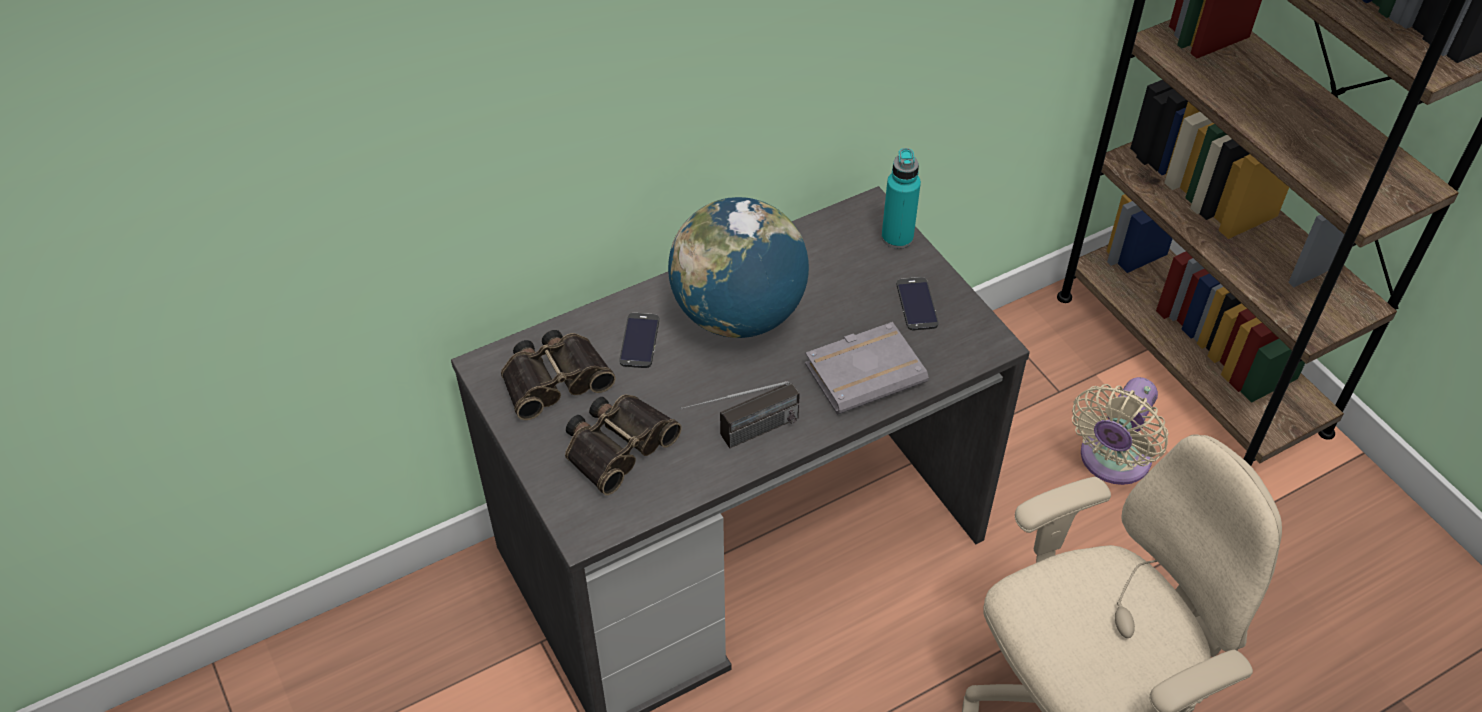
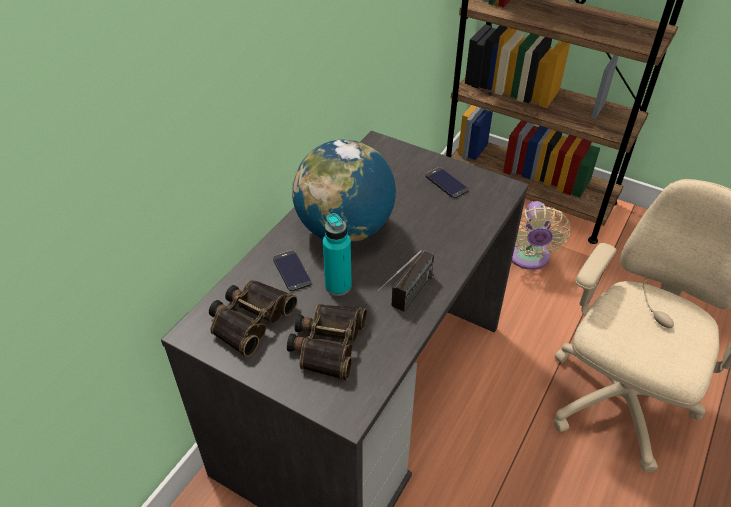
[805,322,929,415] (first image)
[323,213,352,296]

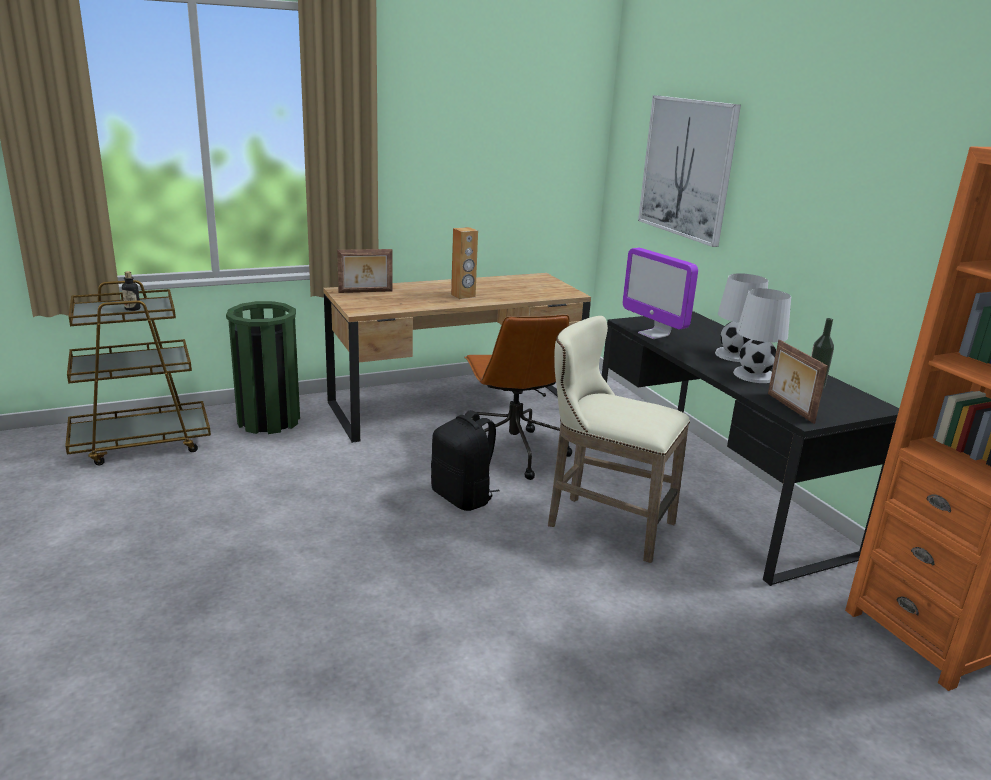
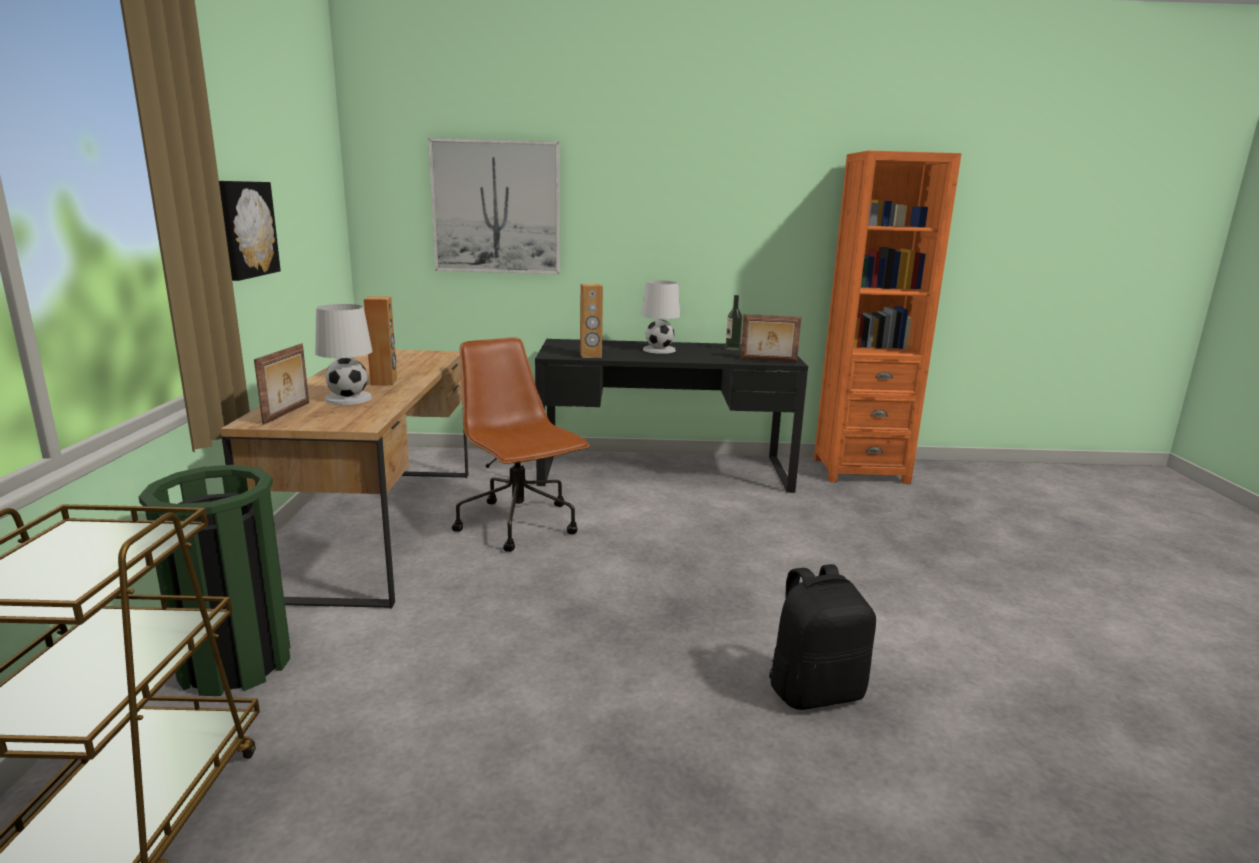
[122,271,140,311] (first image)
[548,316,690,563] (first image)
[219,181,281,281]
[769,564,876,710]
[315,304,373,405]
[580,284,603,358]
[452,337,590,552]

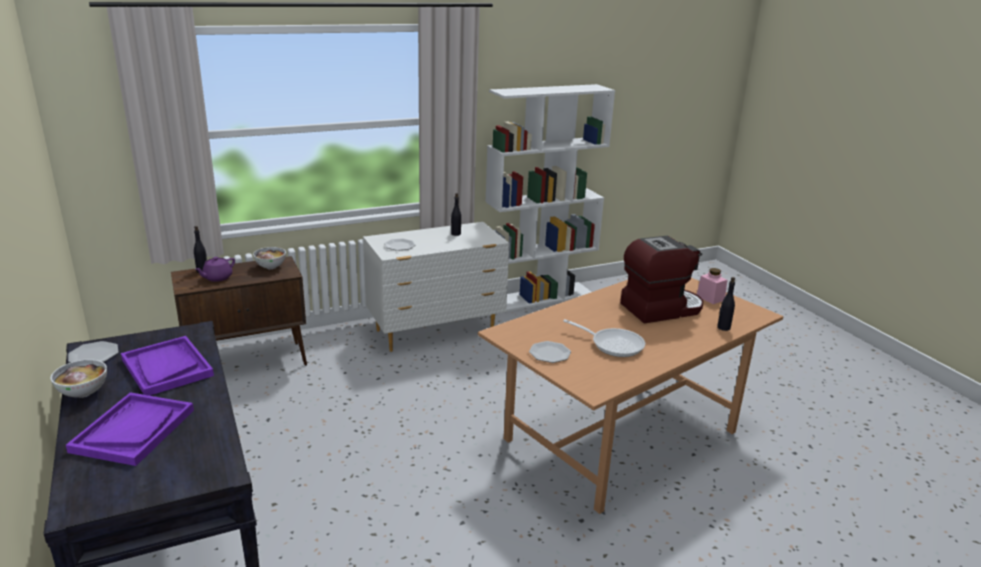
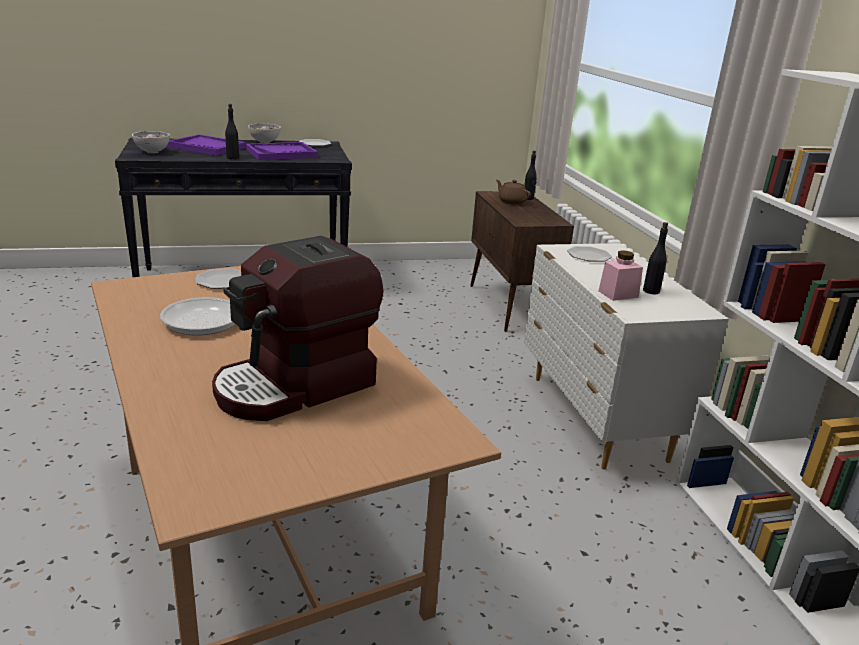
[132,131,170,154]
[598,250,643,301]
[225,104,239,159]
[496,180,531,204]
[212,236,383,421]

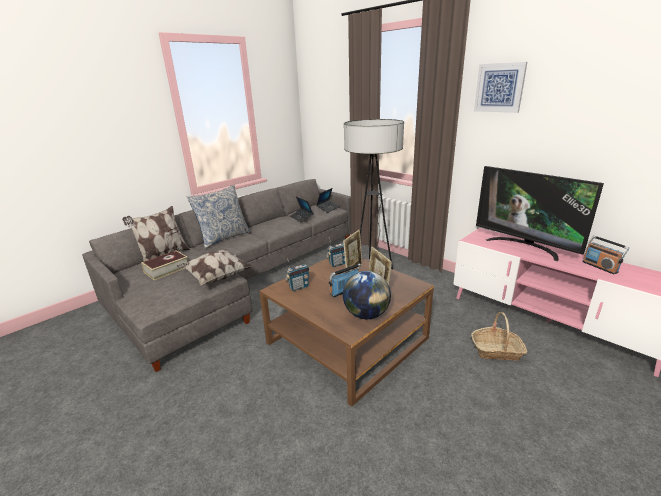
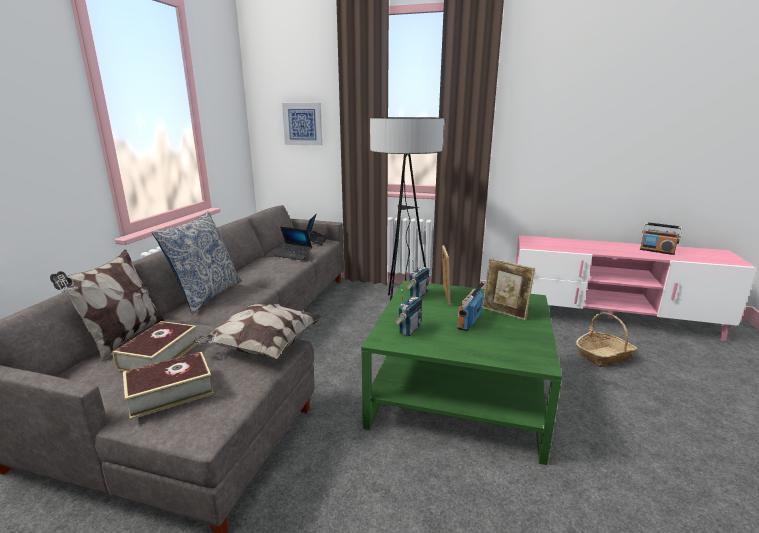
[343,271,391,319] (first image)
[476,166,604,261] (first image)
[123,351,214,420]
[282,103,322,146]
[361,281,562,465]

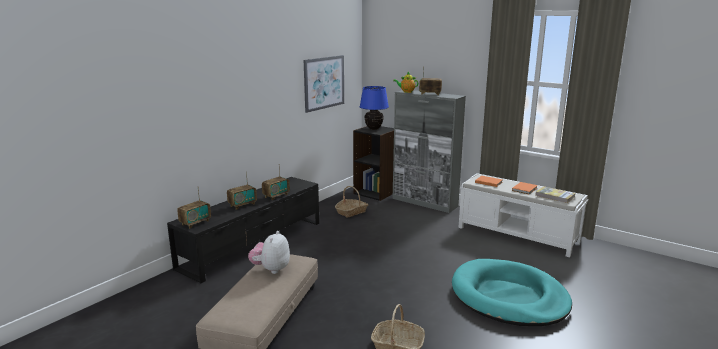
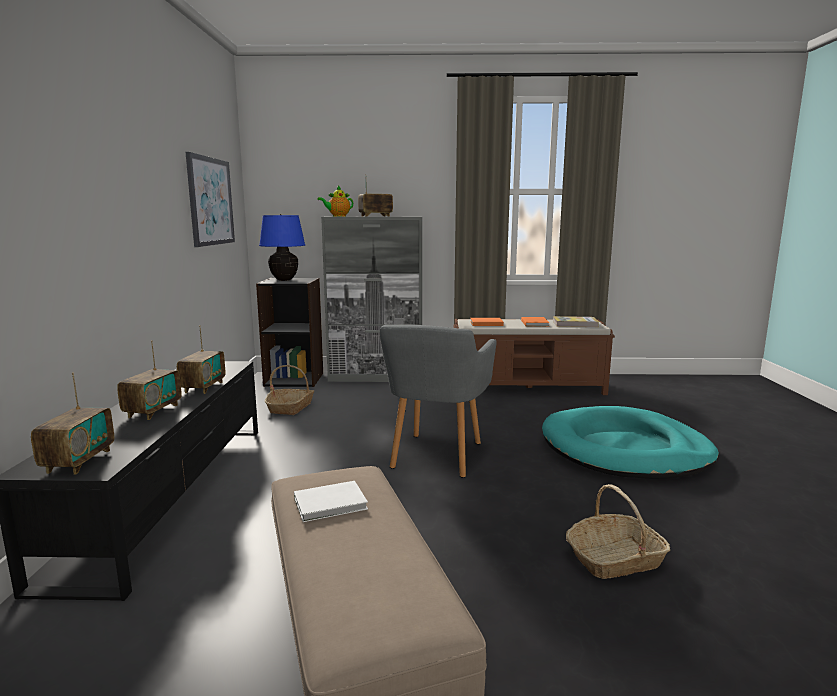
[380,325,497,478]
[294,481,368,522]
[453,319,615,395]

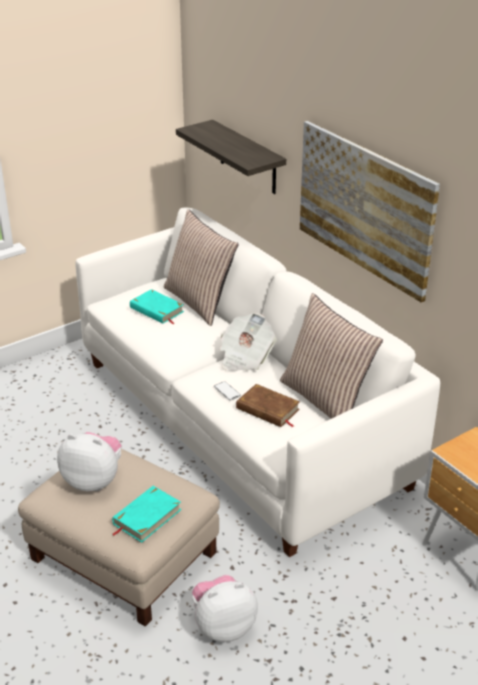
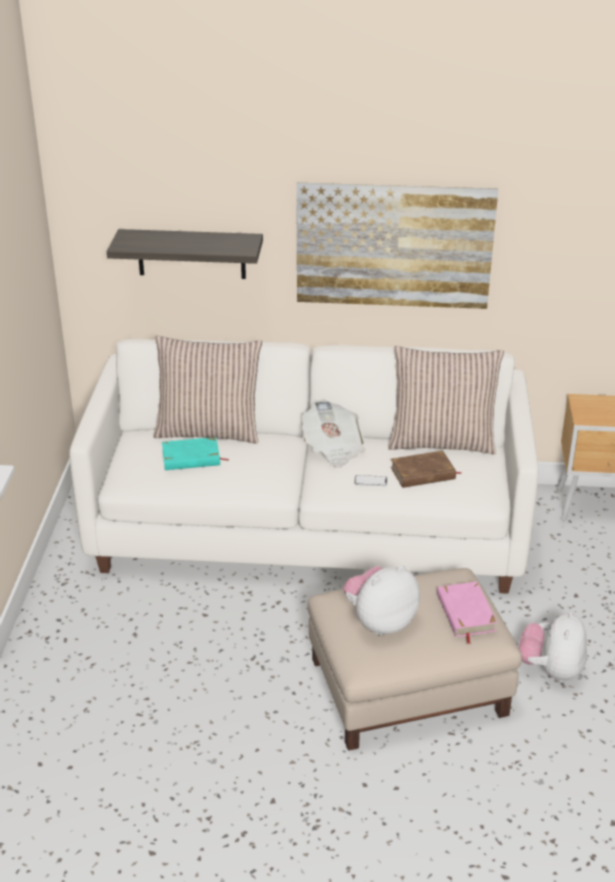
[437,582,497,644]

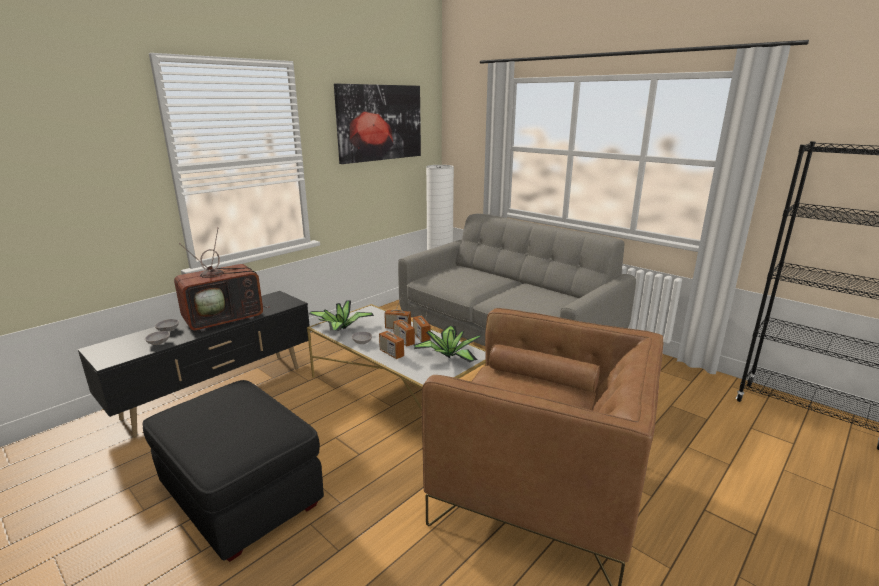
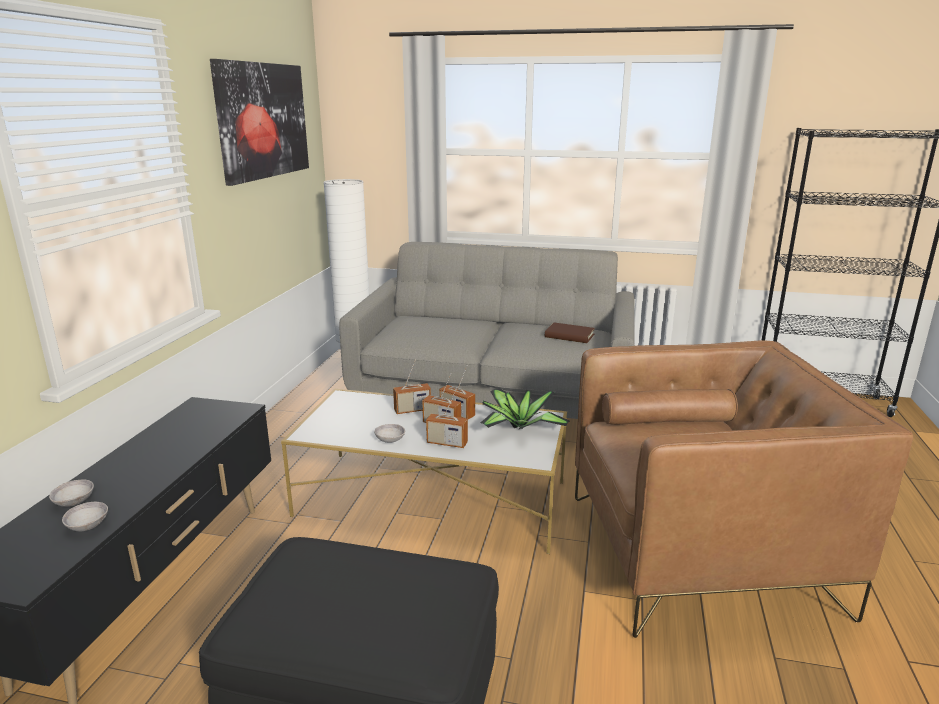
[174,227,269,332] (first image)
[309,300,374,331] (first image)
[545,322,595,343]

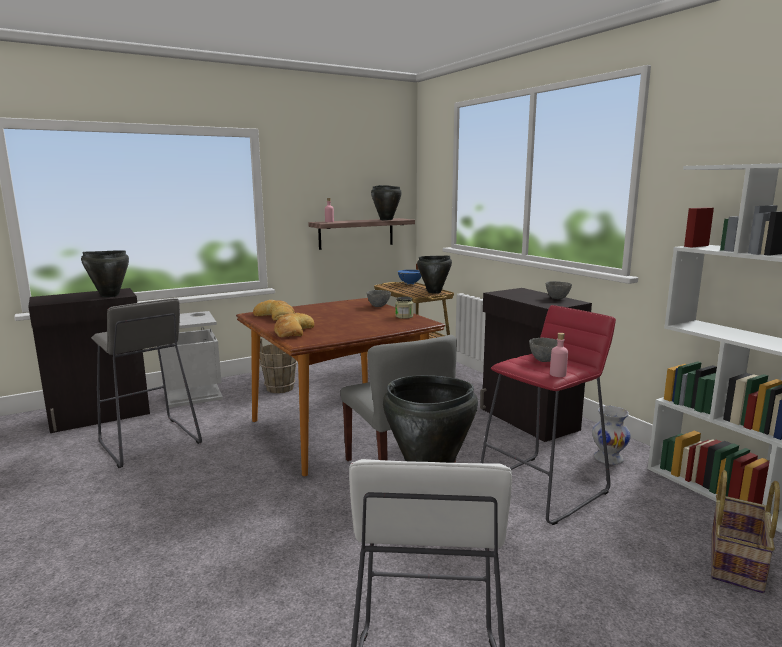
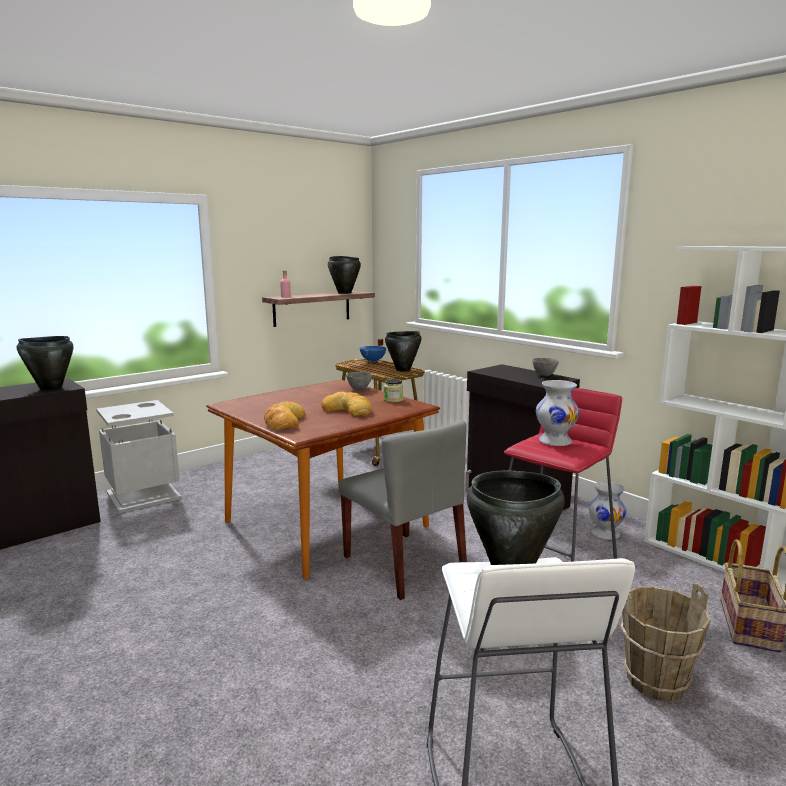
[91,298,202,468] (first image)
[550,333,568,377] (first image)
[321,392,372,416]
[620,584,711,701]
[536,380,579,446]

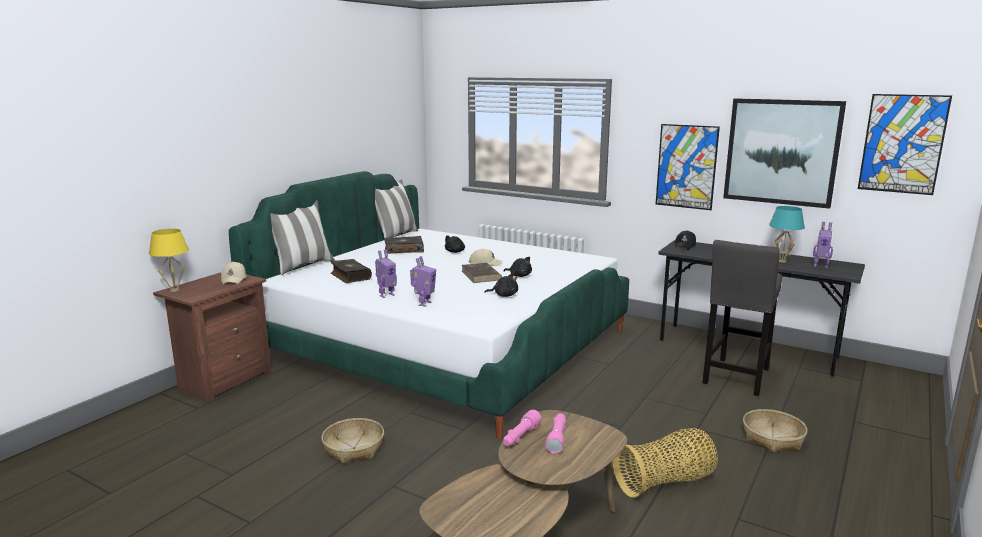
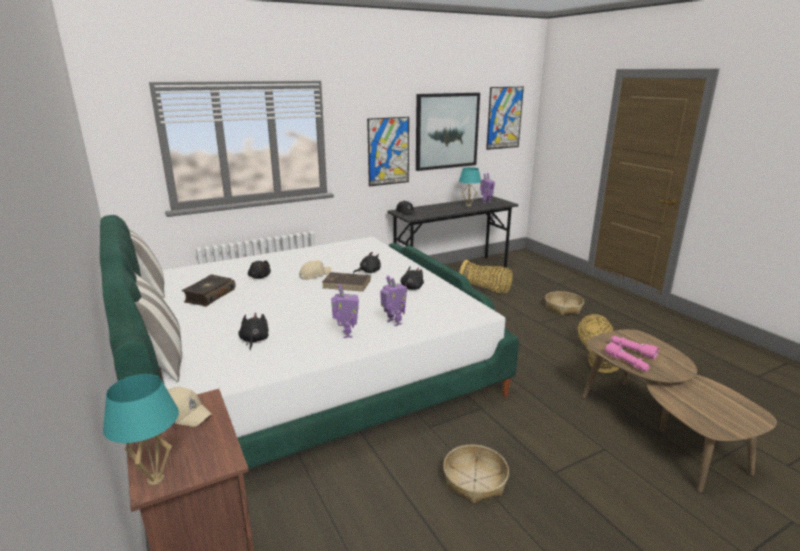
[238,313,269,350]
[459,260,513,293]
[103,374,179,485]

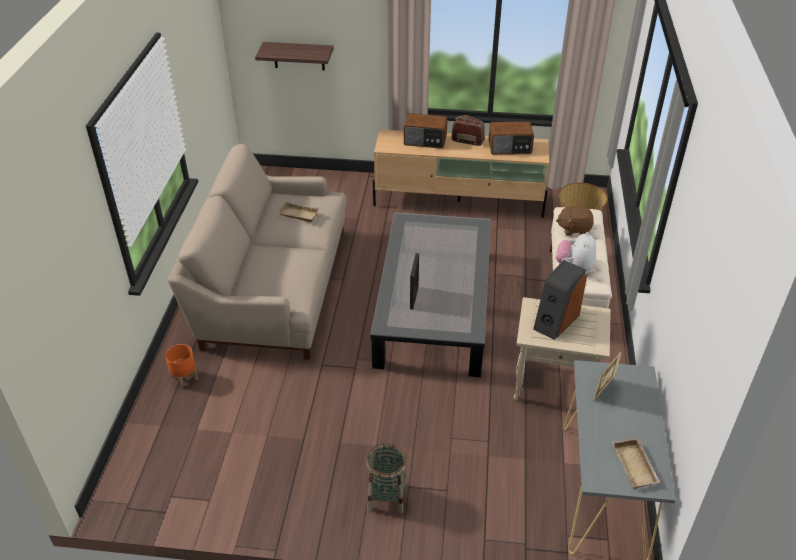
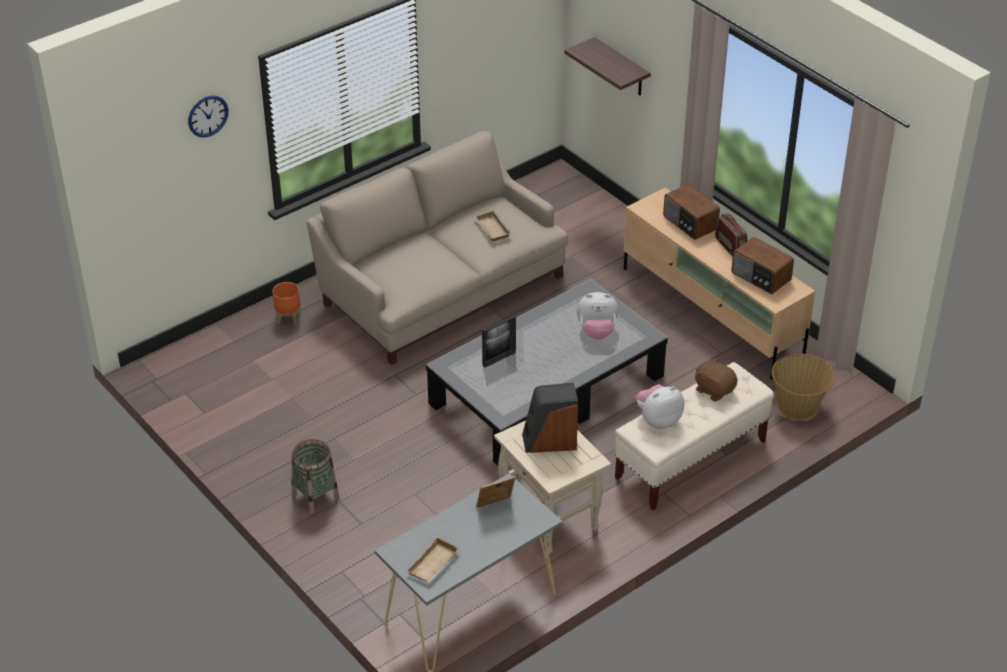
[188,96,228,137]
[577,292,618,340]

